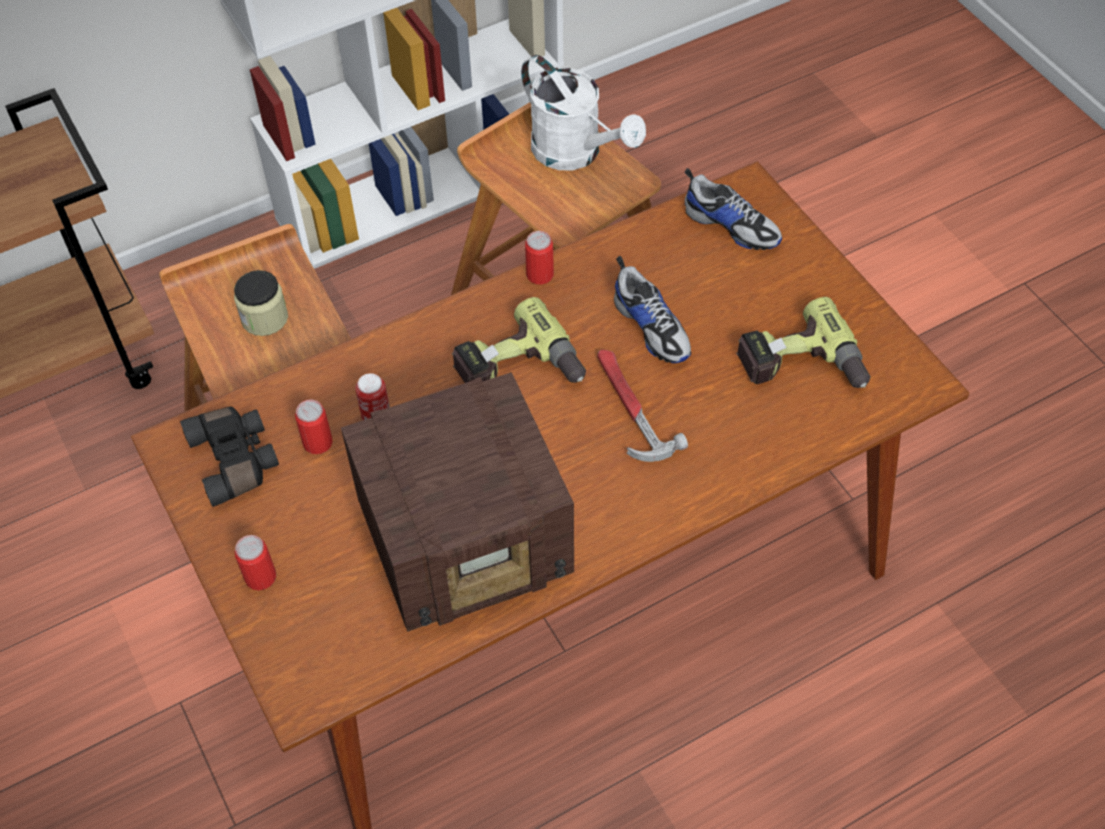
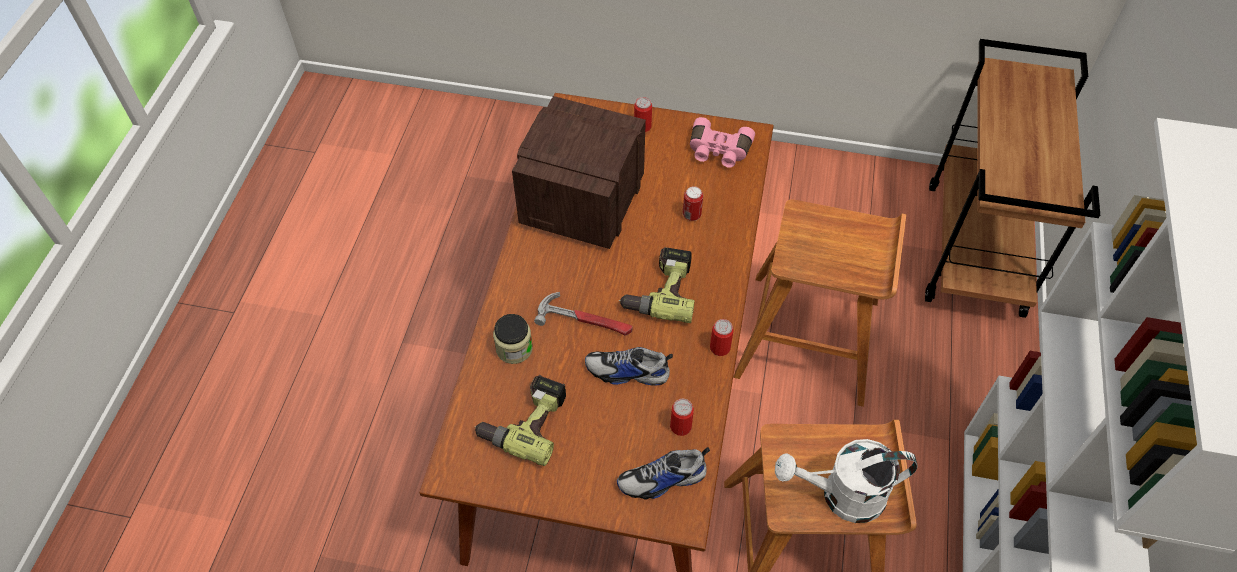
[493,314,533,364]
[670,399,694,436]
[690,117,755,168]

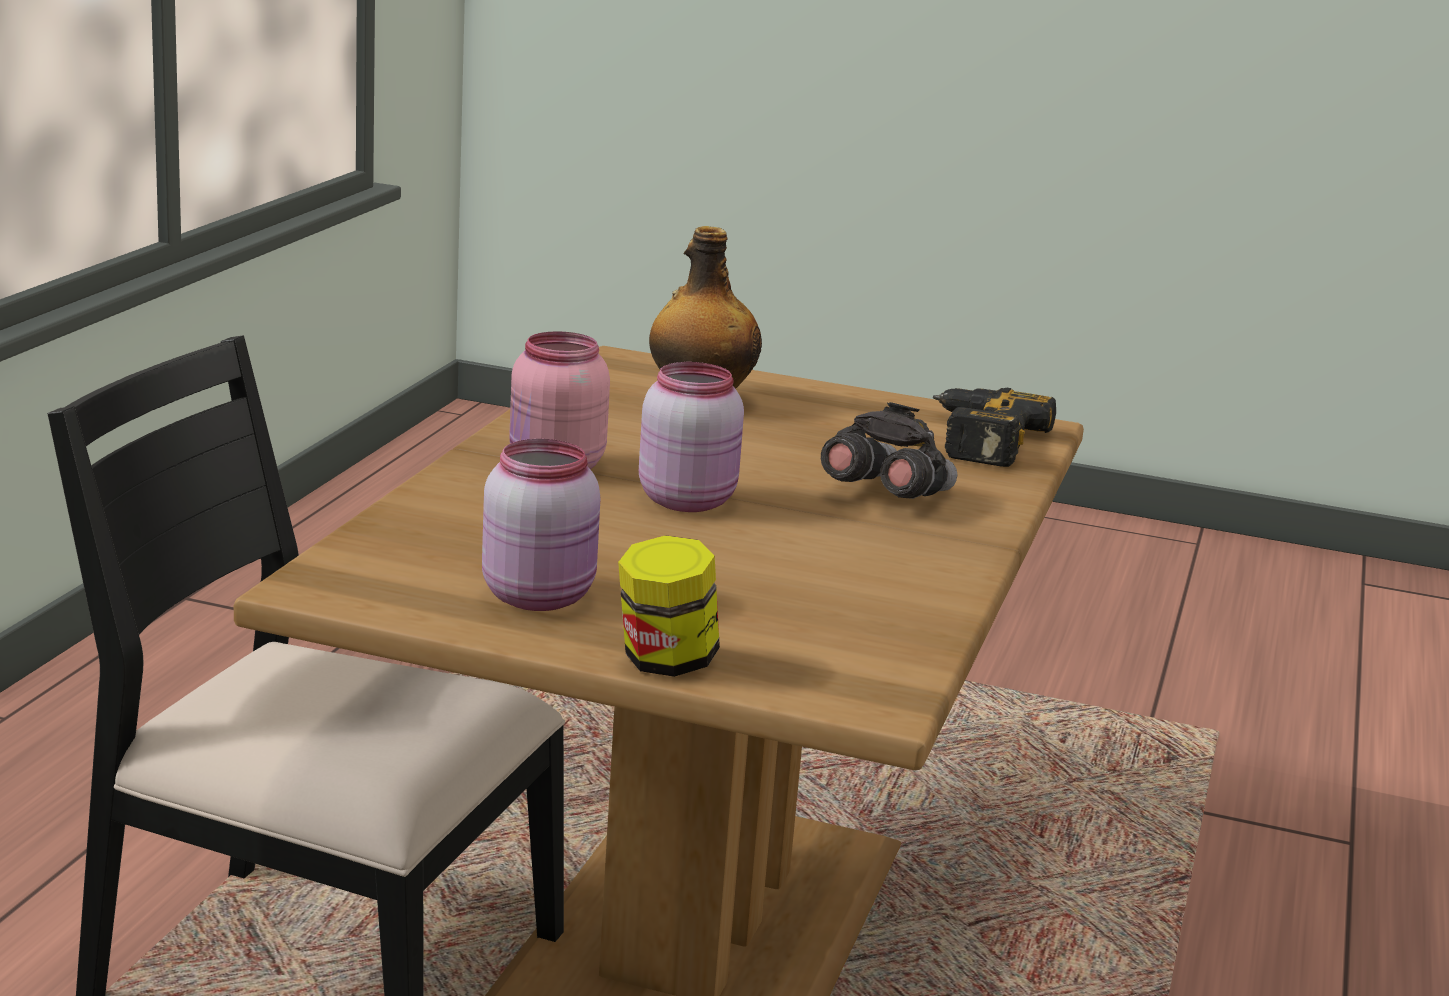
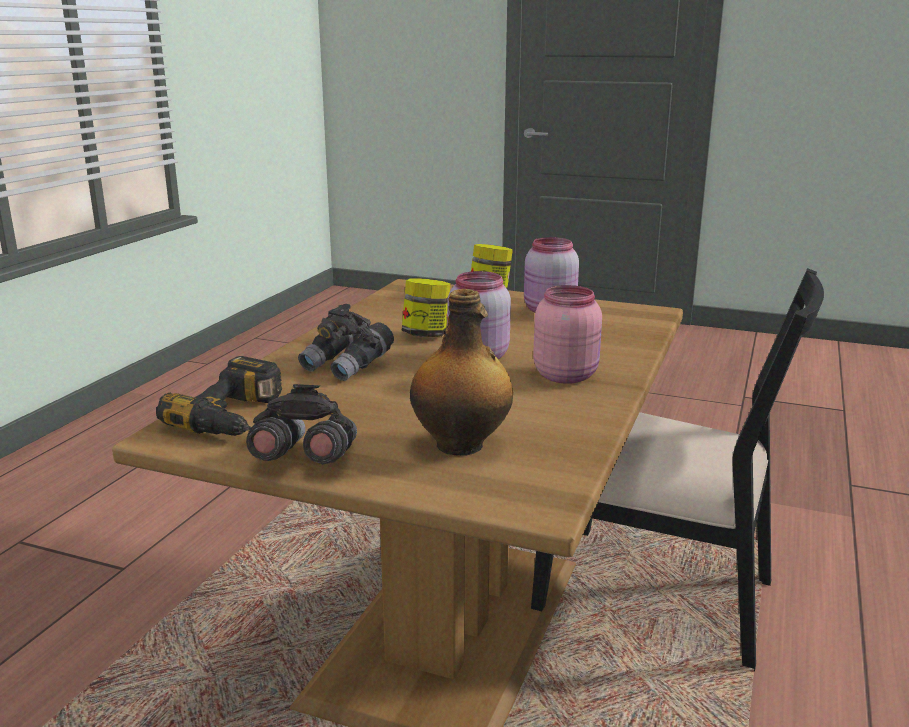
[246,384,357,464]
[402,278,451,337]

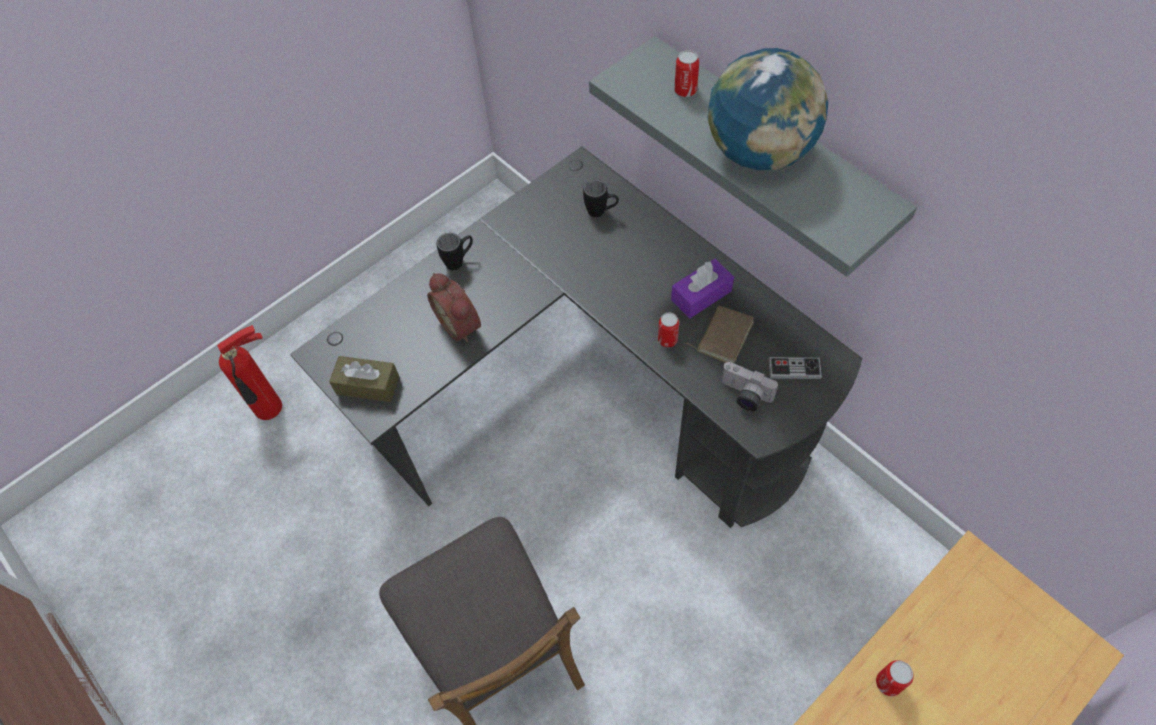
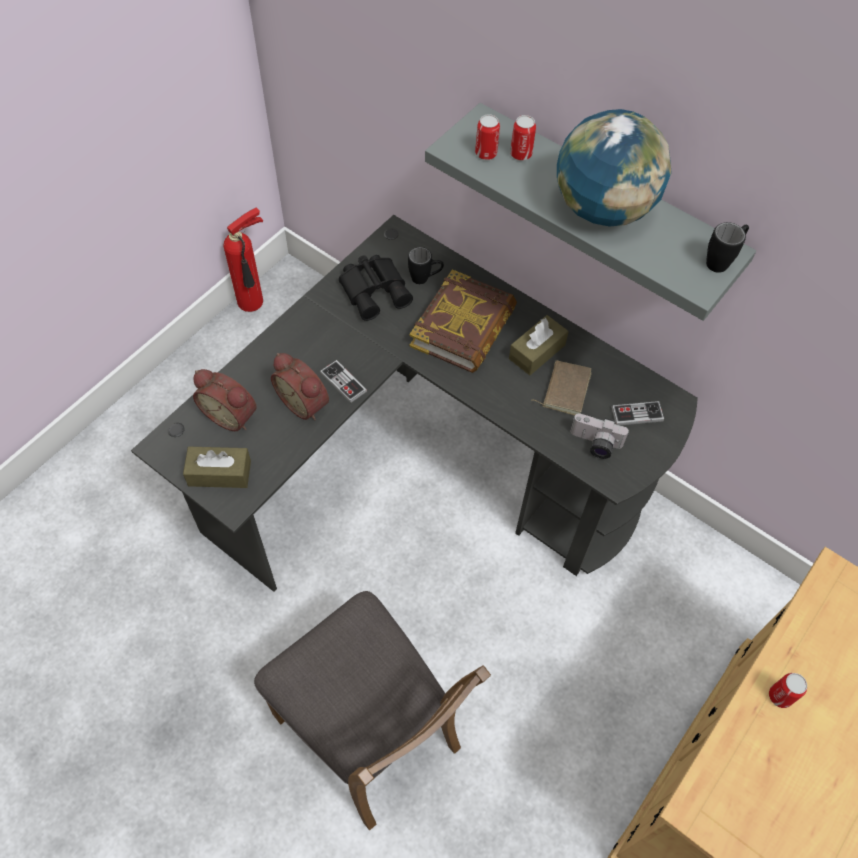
[193,369,257,431]
[320,360,367,403]
[339,255,413,321]
[409,269,517,373]
[223,208,263,312]
[706,222,749,273]
[475,114,500,160]
[509,315,569,375]

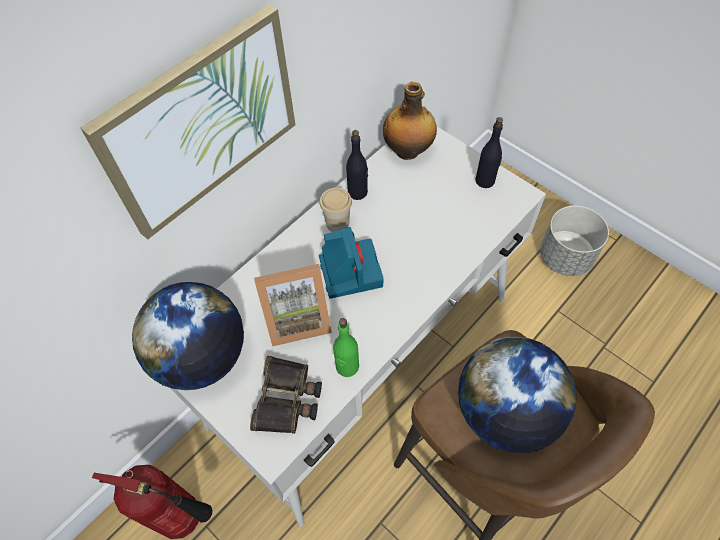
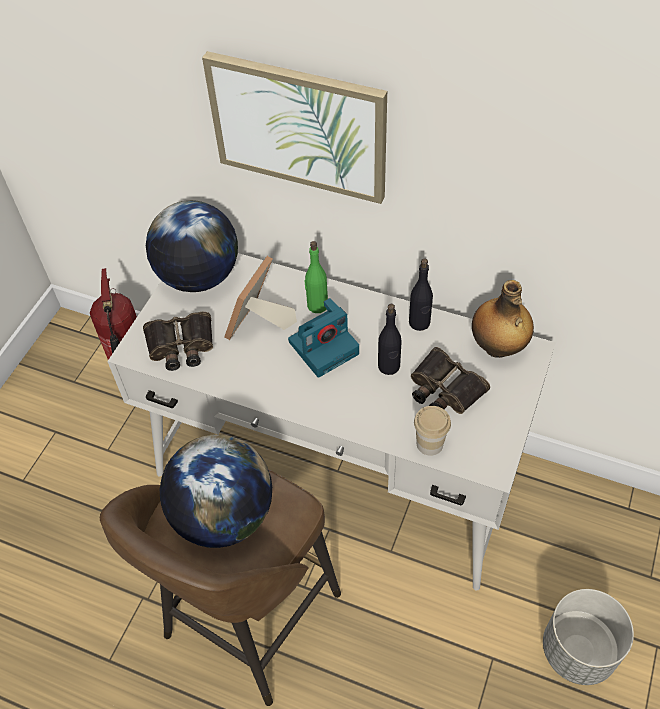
[411,347,490,414]
[414,406,451,456]
[305,241,328,313]
[378,304,402,375]
[224,256,297,340]

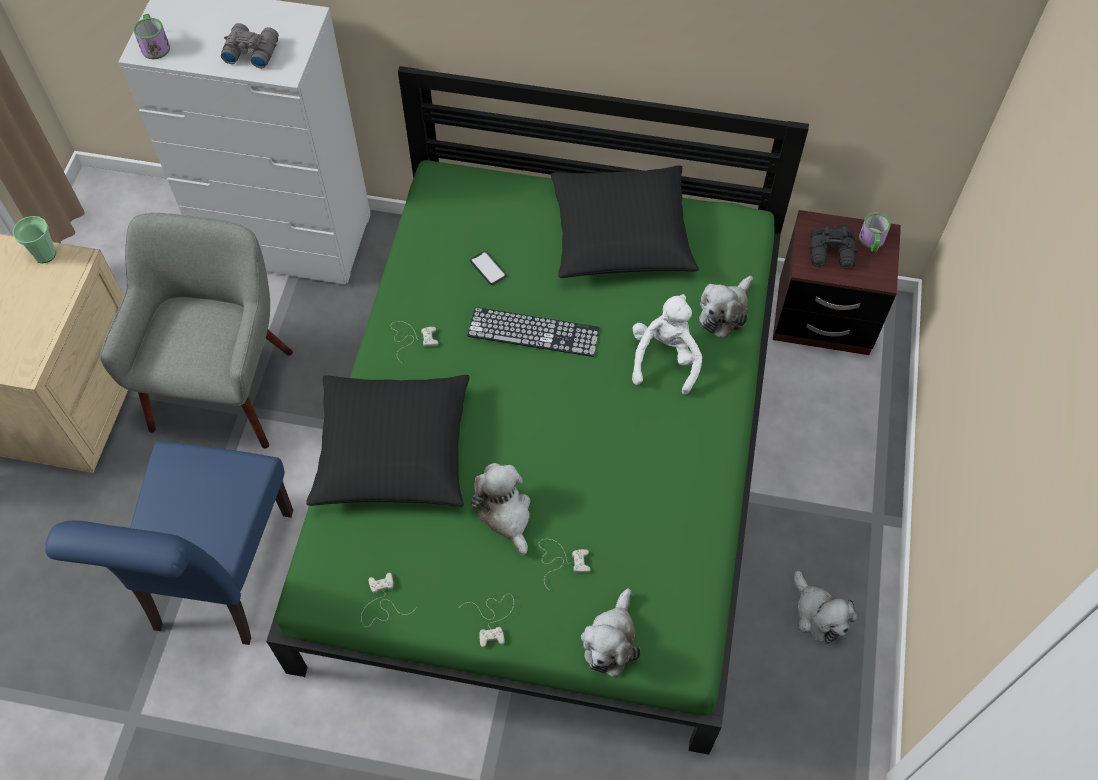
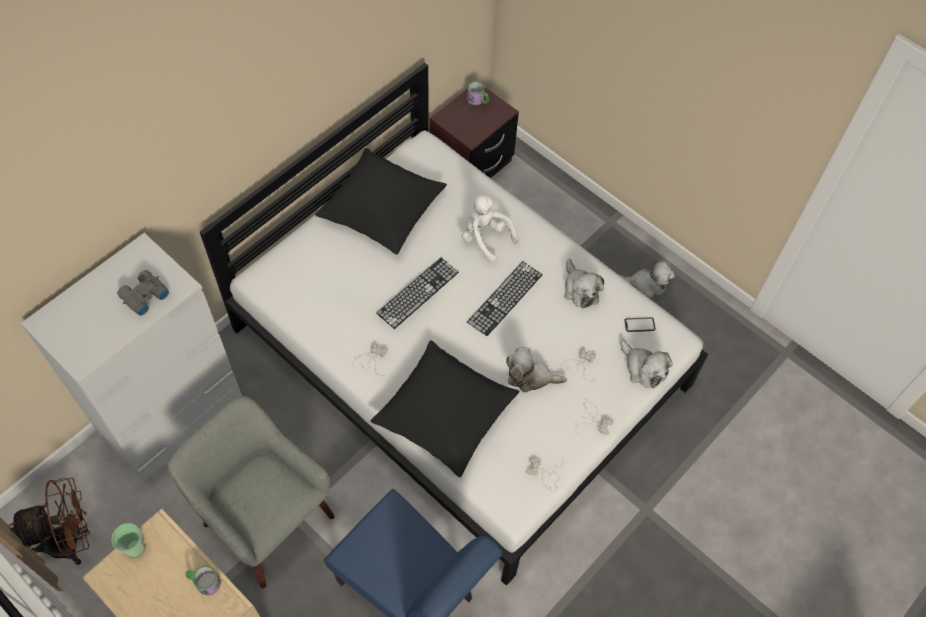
[809,224,858,269] (first image)
[10,478,90,565]
[467,261,542,336]
[185,565,221,596]
[625,317,656,332]
[564,259,604,309]
[200,63,708,586]

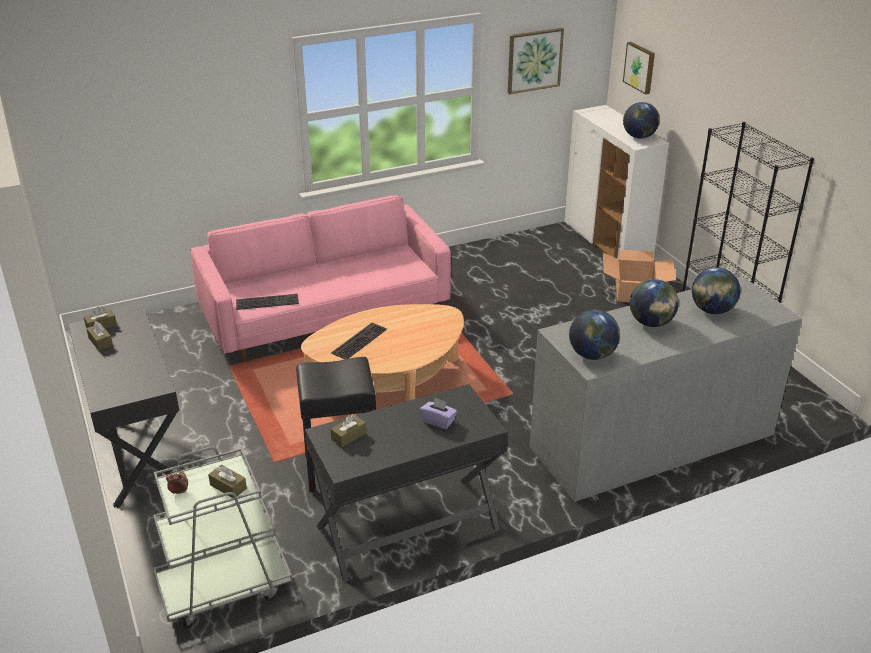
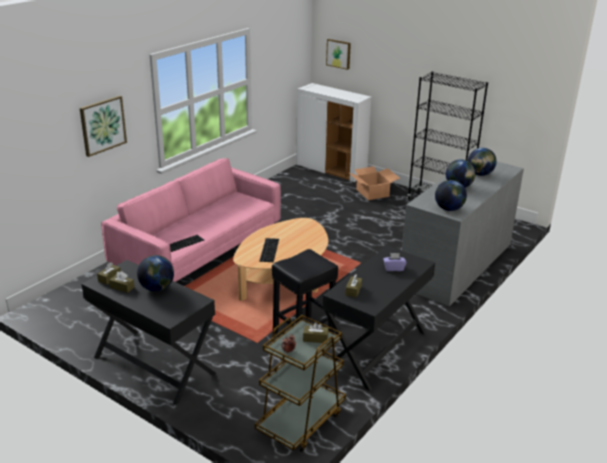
[80,96,127,157]
[137,255,174,291]
[255,315,346,452]

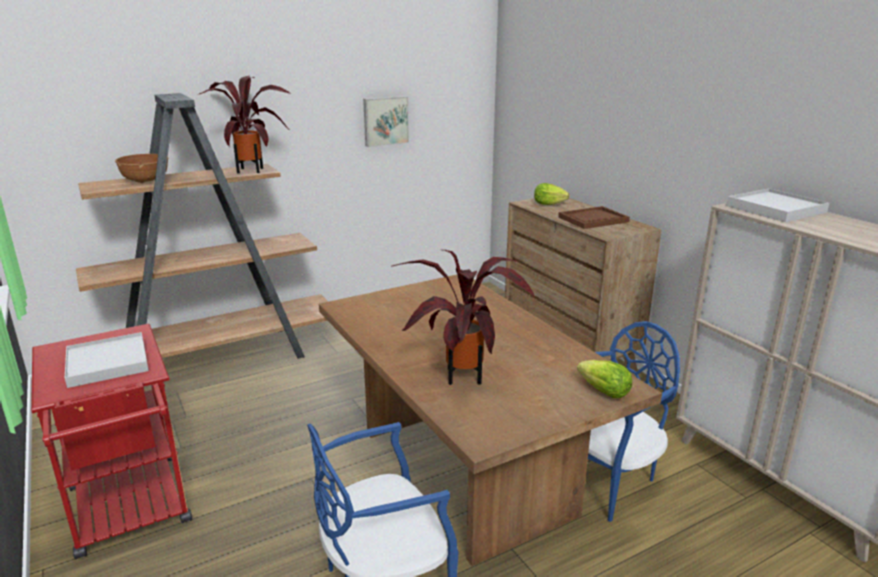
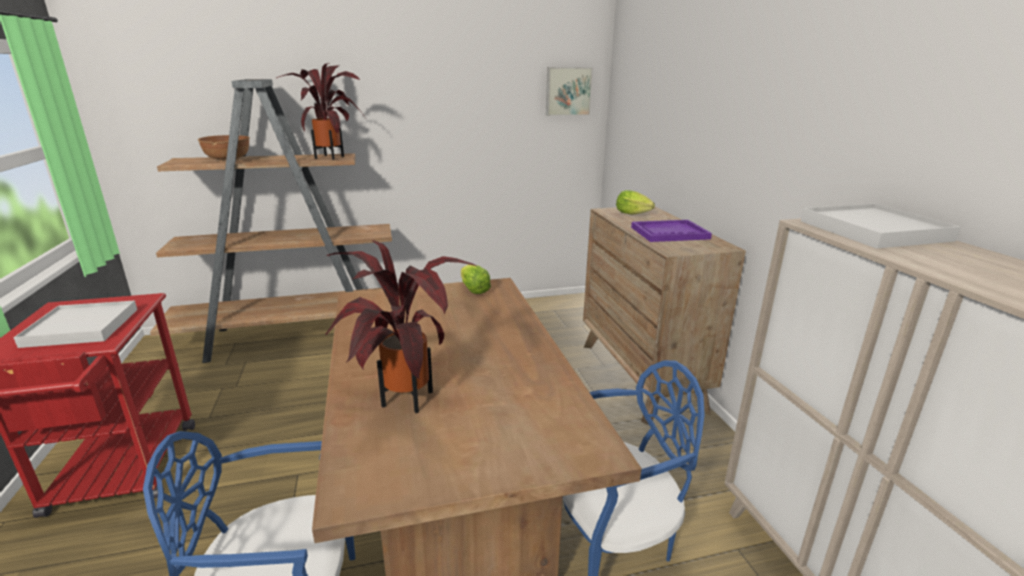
[546,67,593,116]
[461,264,491,294]
[631,220,712,242]

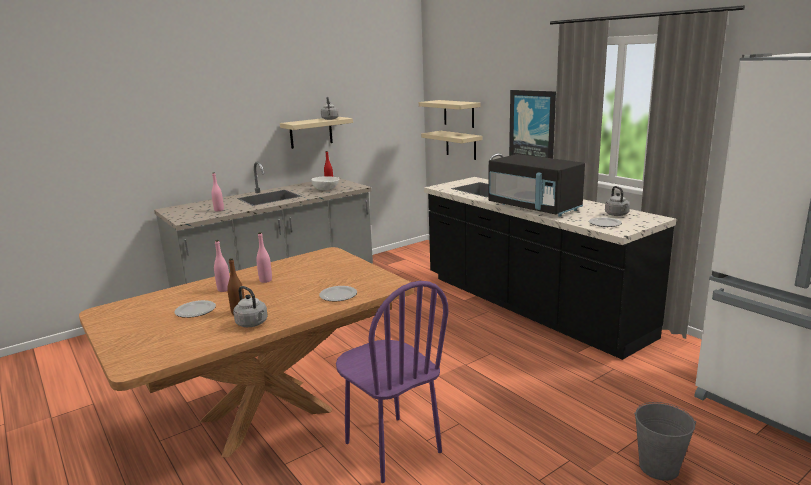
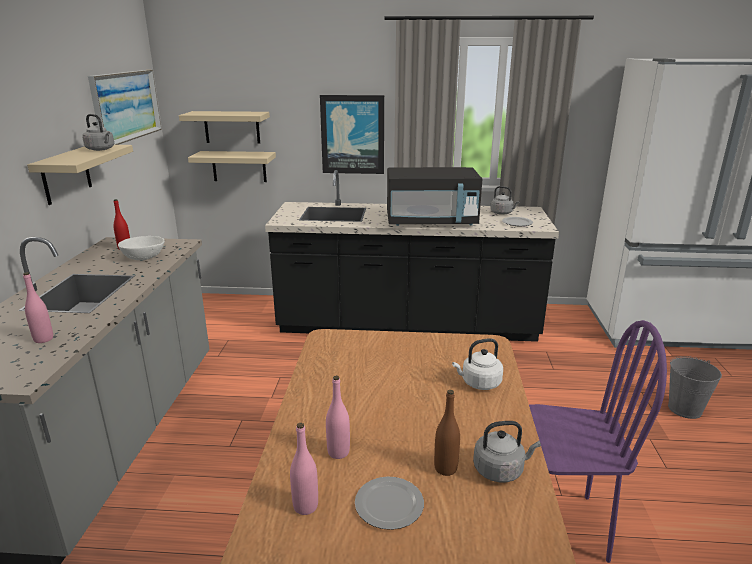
[88,70,162,145]
[290,423,318,515]
[452,338,503,390]

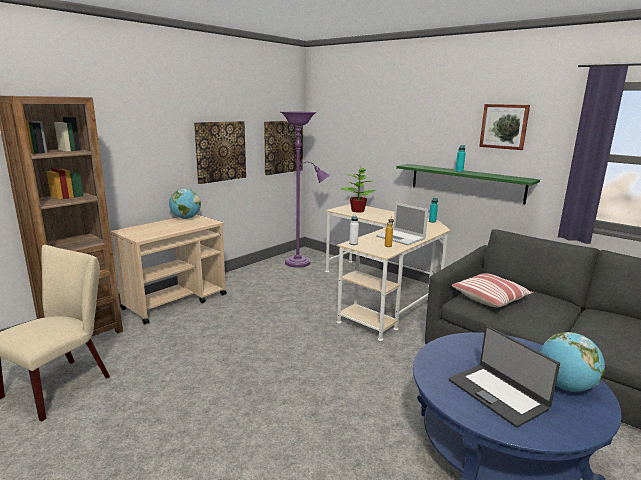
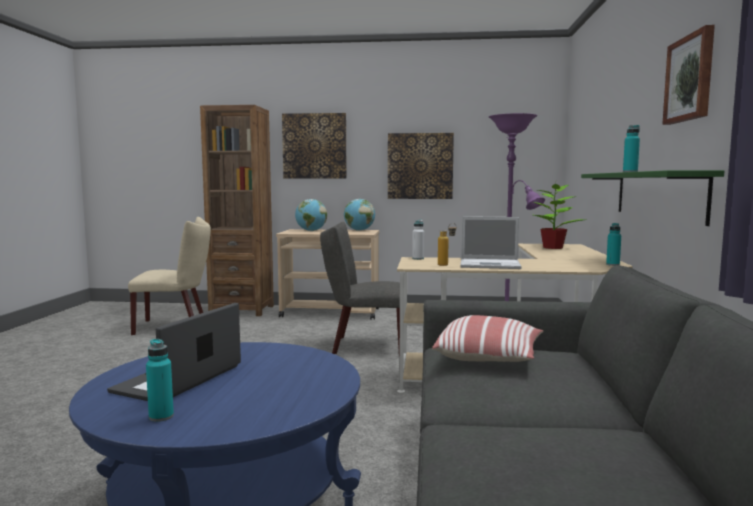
[146,339,174,422]
[320,222,400,356]
[282,113,347,179]
[295,199,327,231]
[460,216,522,269]

